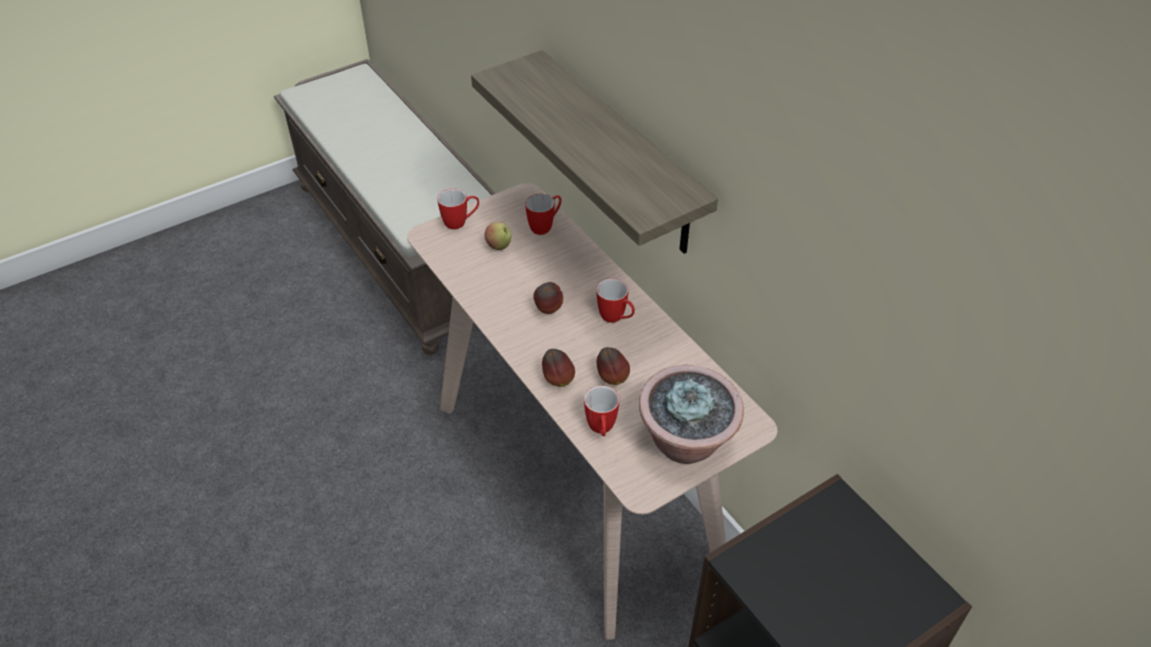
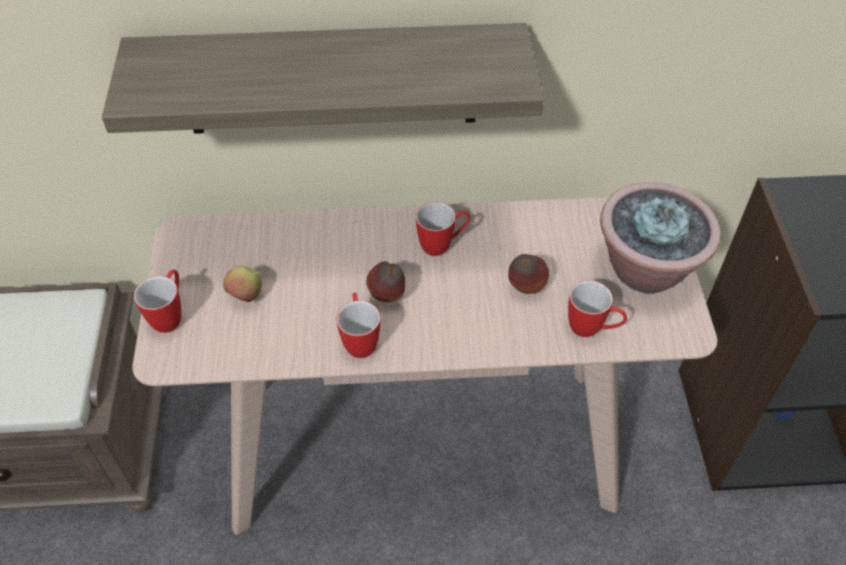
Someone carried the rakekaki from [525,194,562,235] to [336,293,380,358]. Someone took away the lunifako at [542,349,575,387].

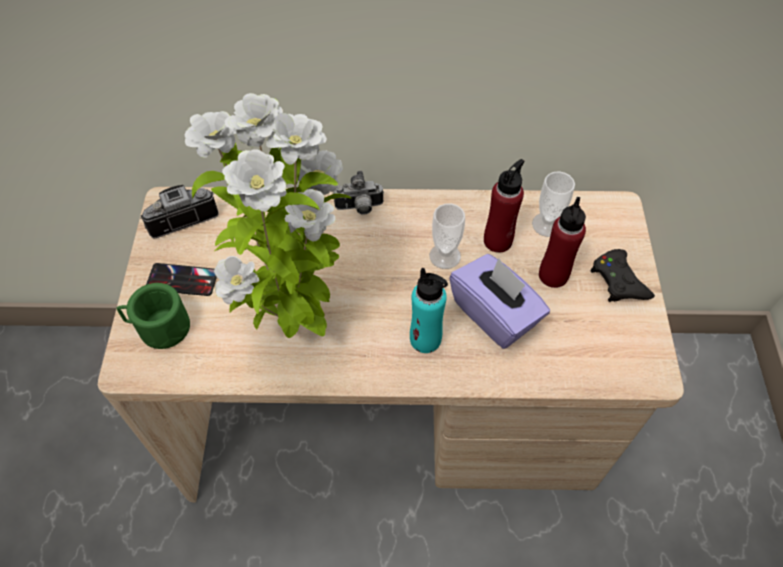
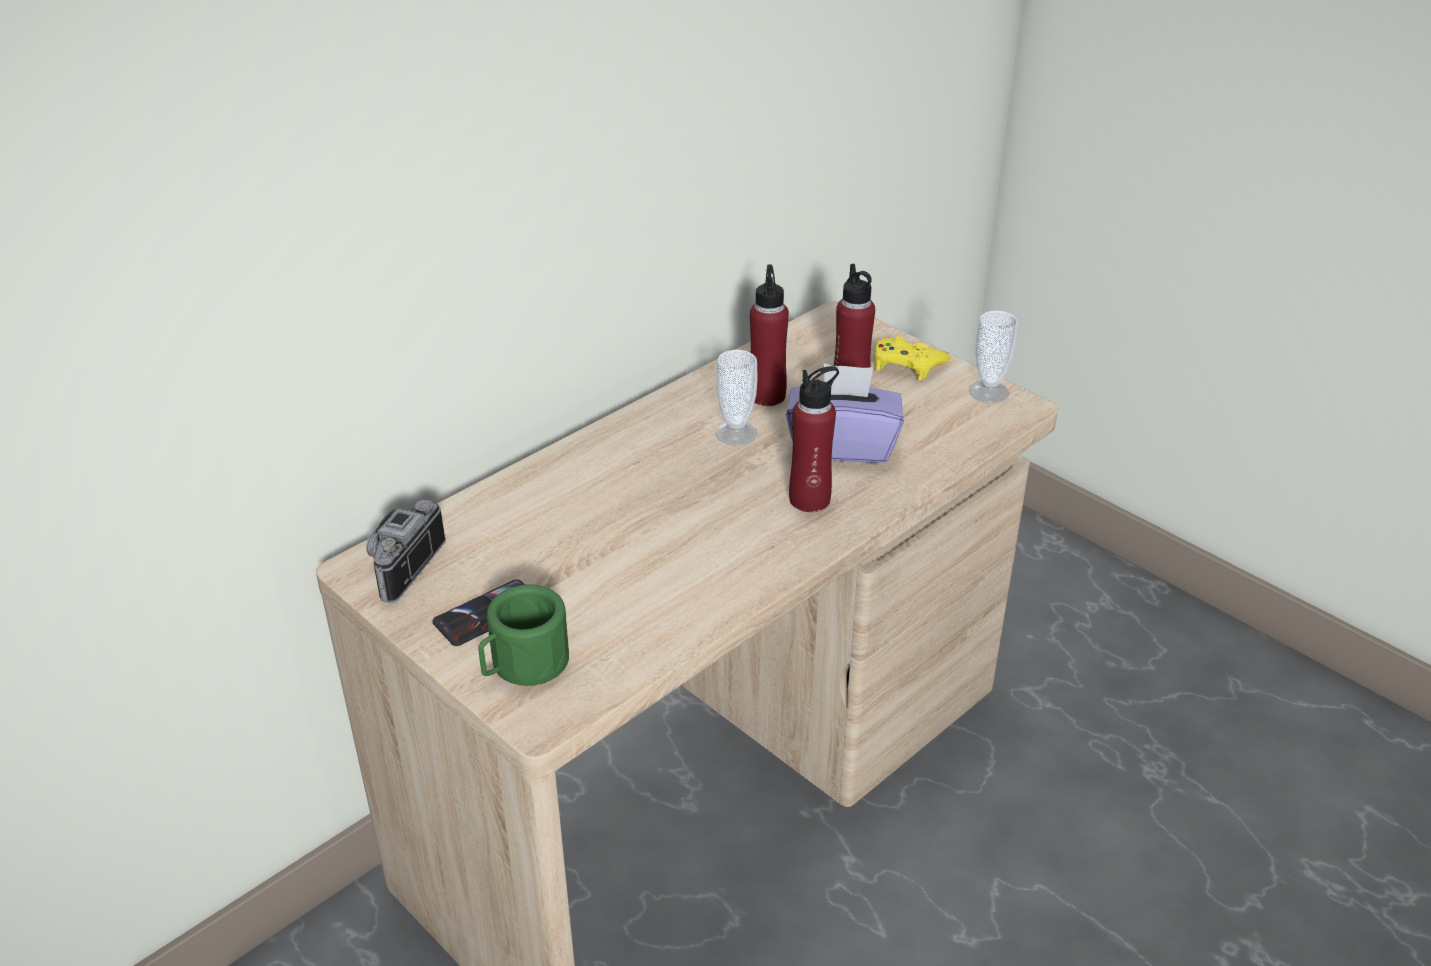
Someone repainted the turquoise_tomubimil at [410,268,448,353], which became the red_tomubimil at [789,366,839,512]. Someone repainted the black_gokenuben at [590,249,655,302], which became the yellow_gokenuben at [874,336,950,381]. Someone carried the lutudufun from [532,171,575,237] to [969,311,1018,403]. Someone took away the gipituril at [185,93,351,338]. Someone took away the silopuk at [333,171,384,215].

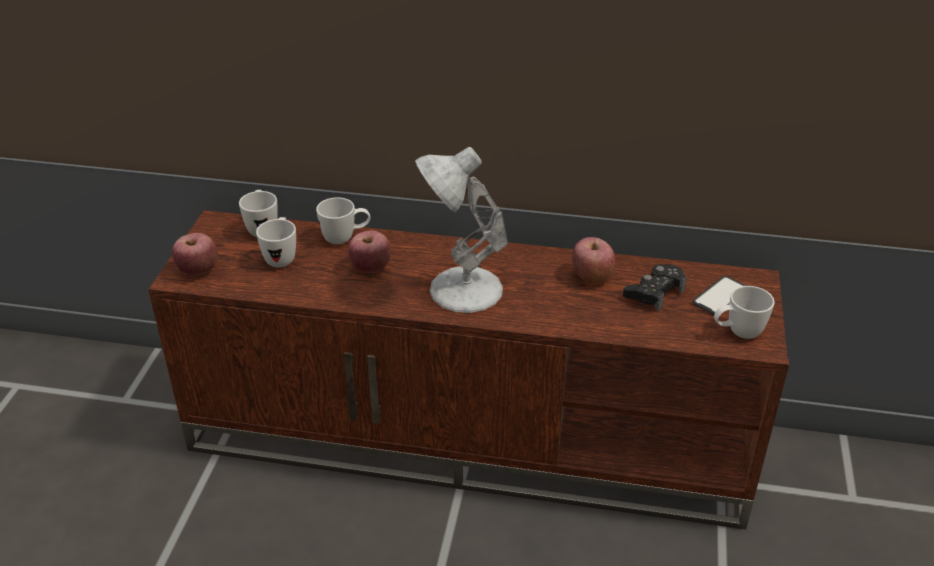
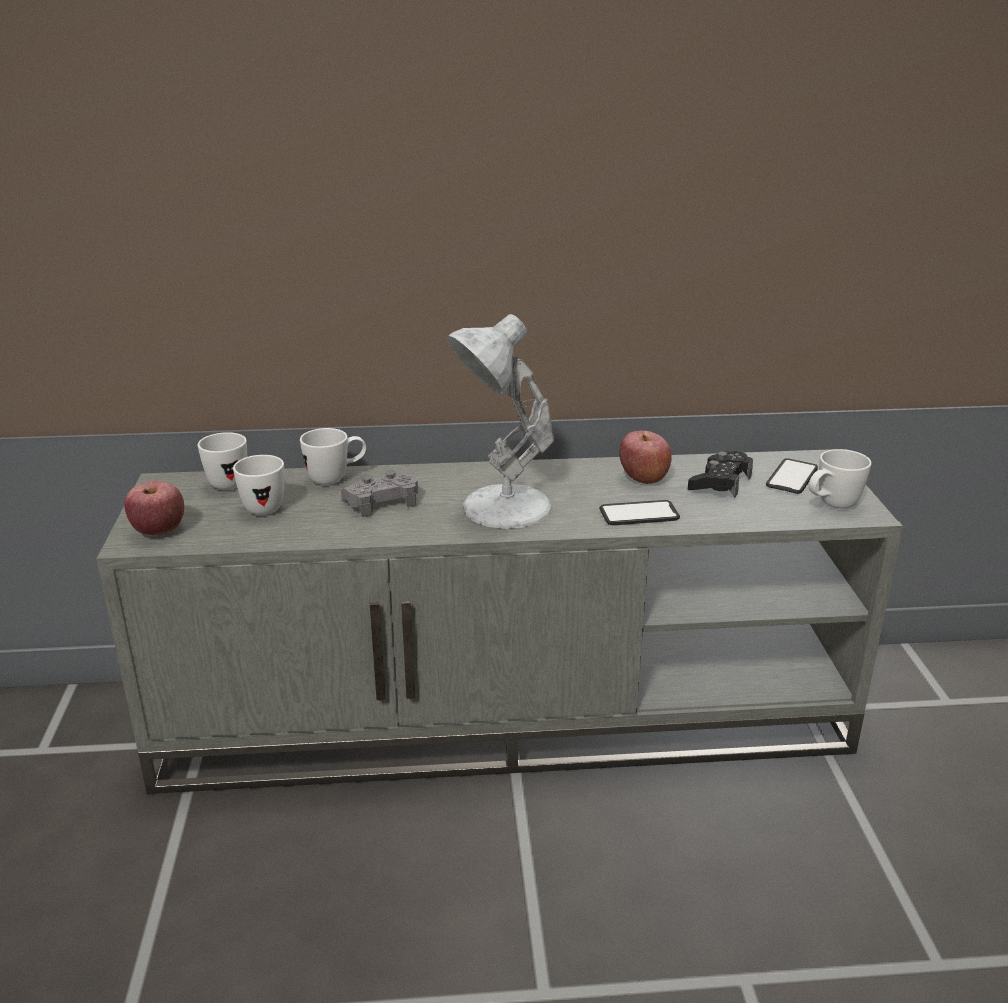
Someone repainted the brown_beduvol at [148,210,789,529], which became the grey_beduvol at [96,449,903,794]. Someone swapped the lunifako at [348,231,391,273] for the grey_gokenuben at [341,471,418,517]. Someone put down the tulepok at [599,500,680,525].

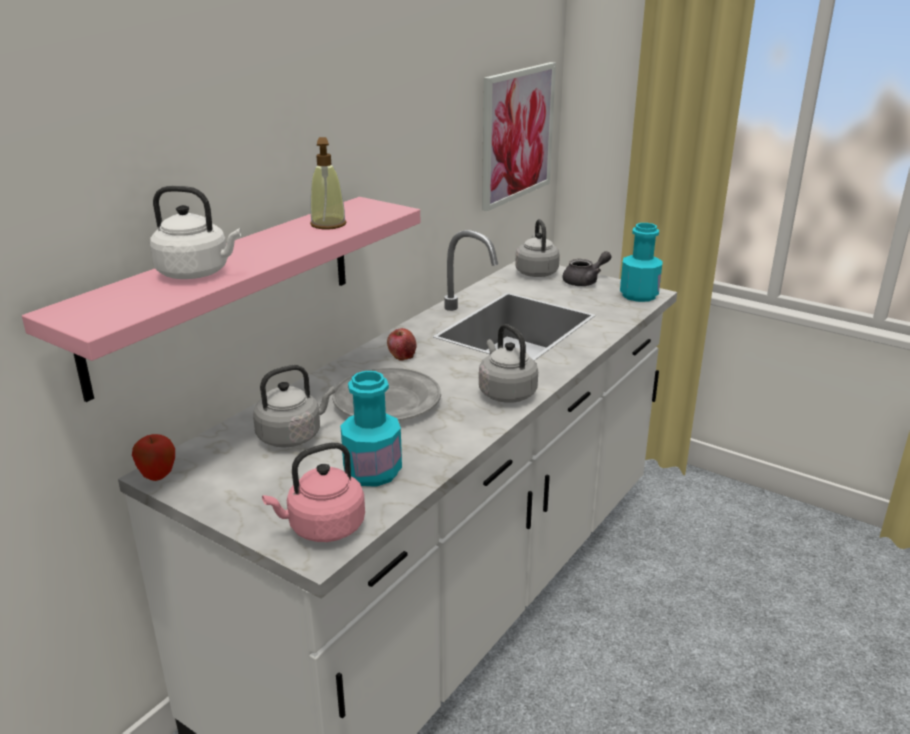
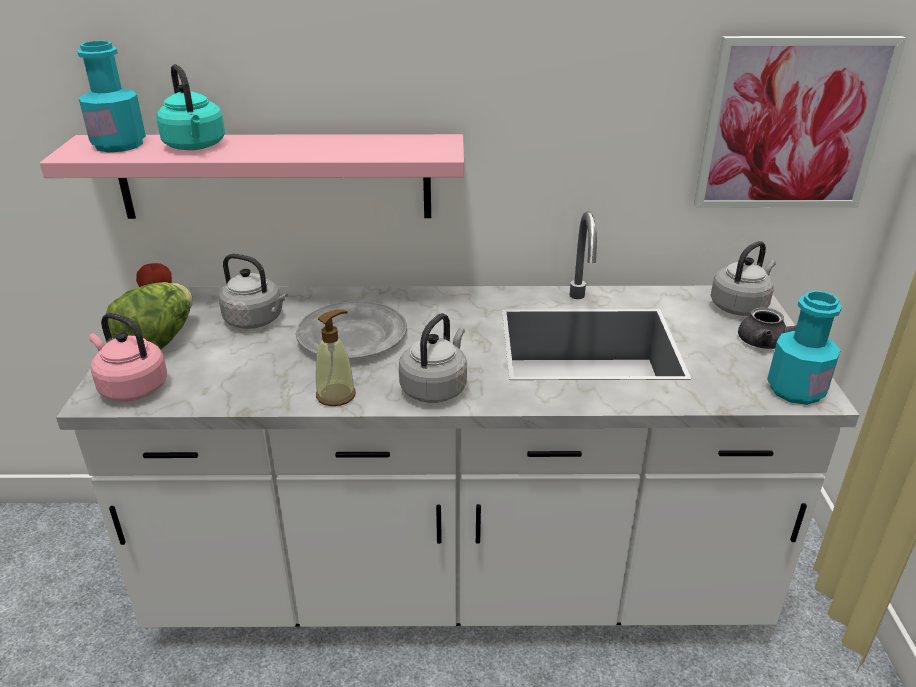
Someone carried the turquoise_tomubimil from [340,371,402,487] to [77,41,146,153]. Someone put down the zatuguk at [106,282,193,350]. Someone repainted the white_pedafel at [150,186,241,279], which became the turquoise_pedafel at [156,64,225,150]. Someone carried the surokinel from [310,137,347,230] to [316,310,356,406]. Someone took away the lunifako at [387,328,416,361].

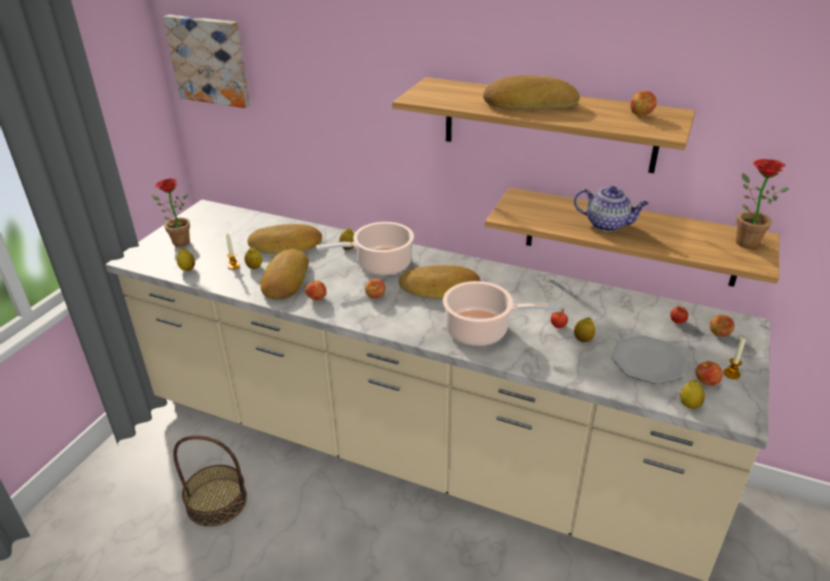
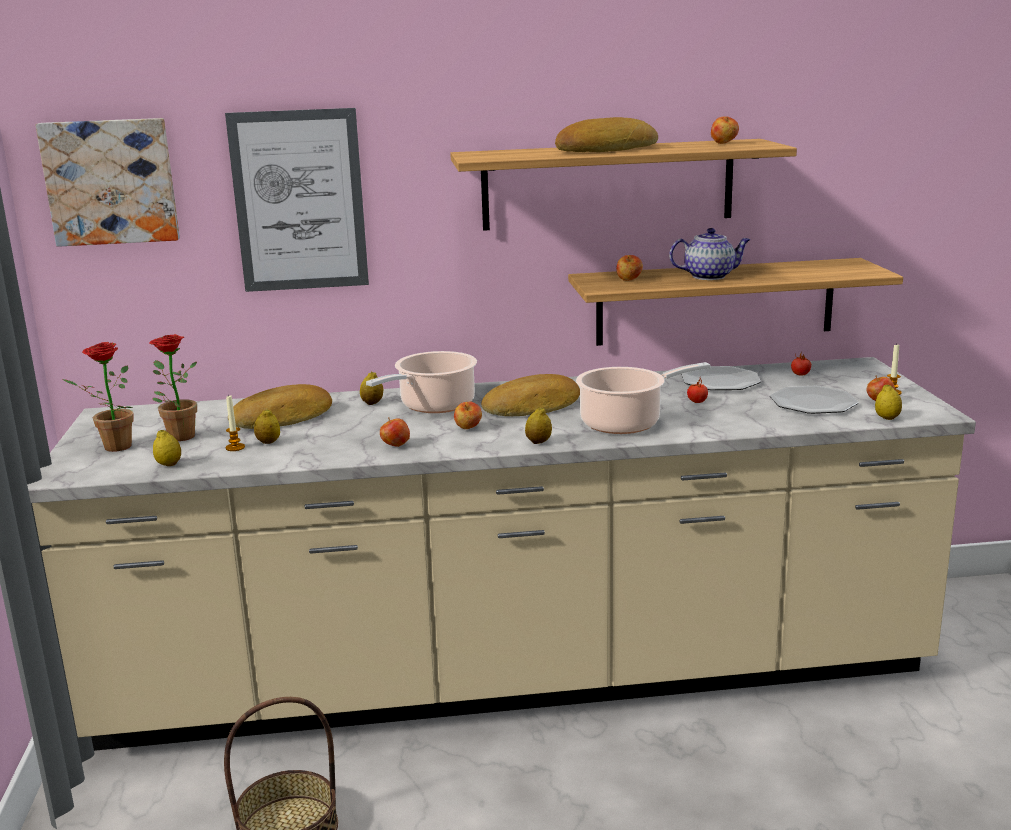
Someone carried the gipituril from [736,159,789,249] to [150,334,197,441]. Someone put up the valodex at [225,108,369,292]. Someone carried the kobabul from [574,317,595,342] to [525,407,552,444]. Someone carried the lunifako from [710,315,734,336] to [616,255,643,281]. Someone put down the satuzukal at [681,366,761,390]. Someone took away the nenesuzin at [260,249,309,300].

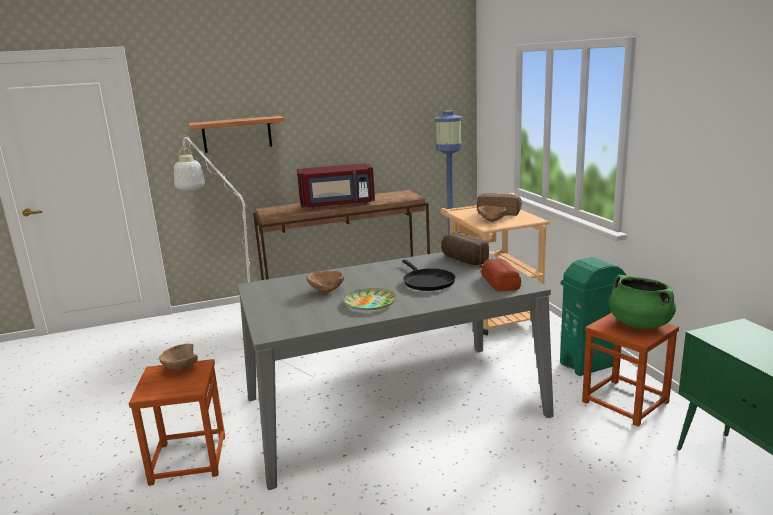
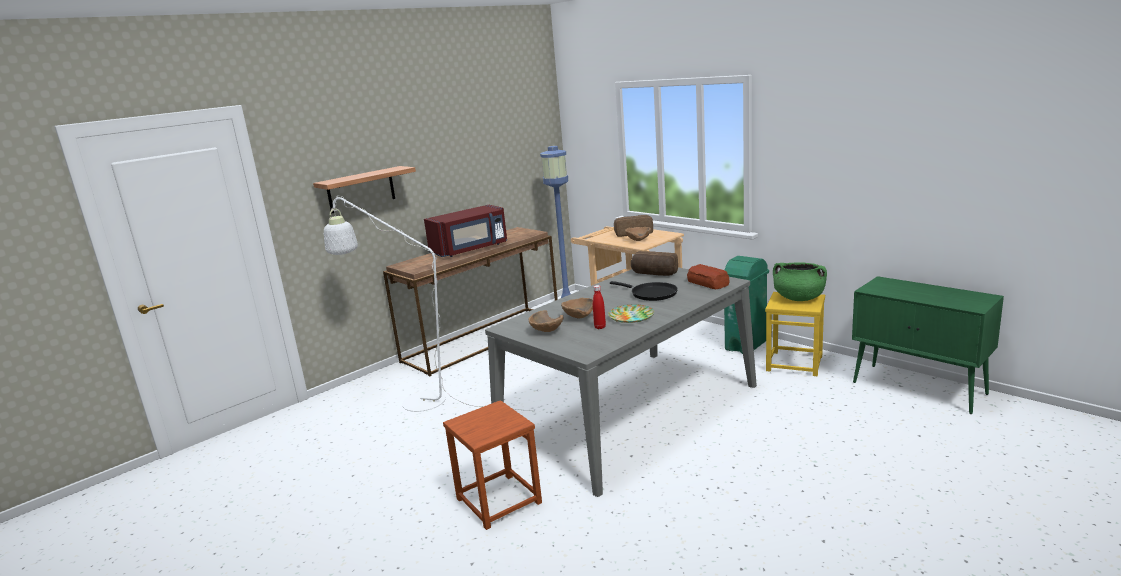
Someone carried the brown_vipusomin from [159,344,198,371] to [528,310,563,332]. Someone put down the red_tomubimil at [593,285,606,329]. Someone repainted the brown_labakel at [582,313,679,427], which became the yellow_labakel at [765,292,825,376].

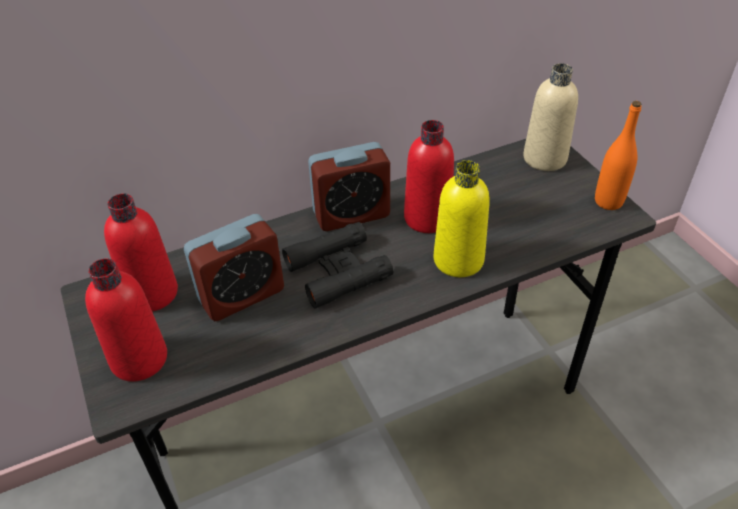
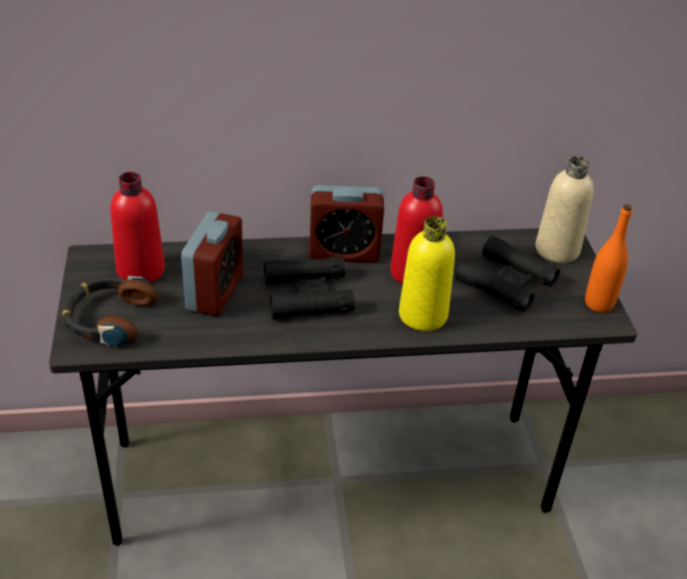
Someone swapped the red_tomubimil at [85,258,167,382] for the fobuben at [62,275,158,347]. Someone rotated the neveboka at [184,214,284,321] by 60 degrees counterclockwise. Someone put down the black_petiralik at [455,236,560,312].

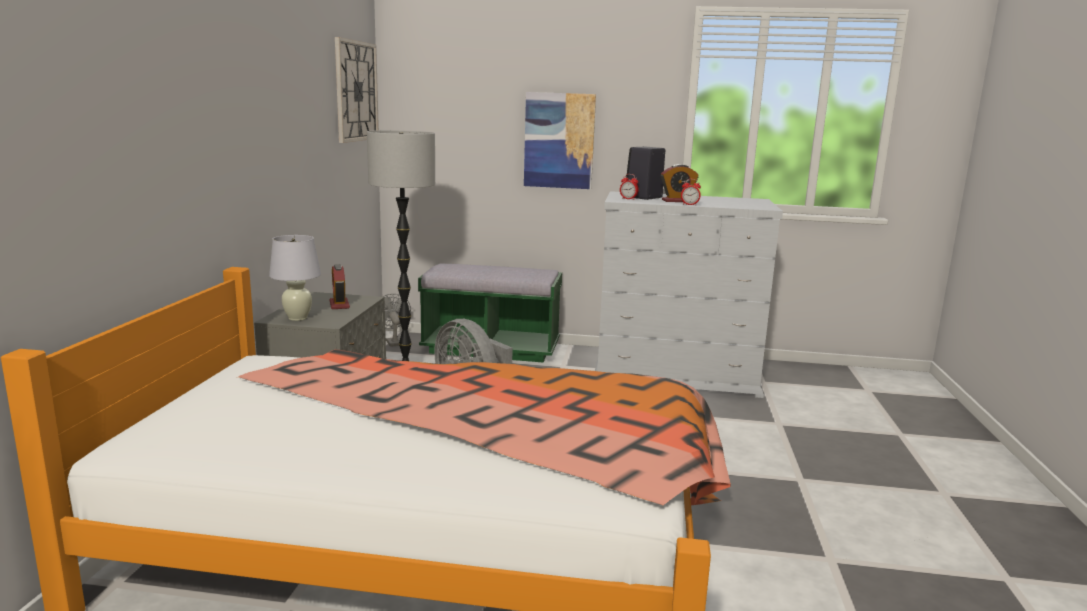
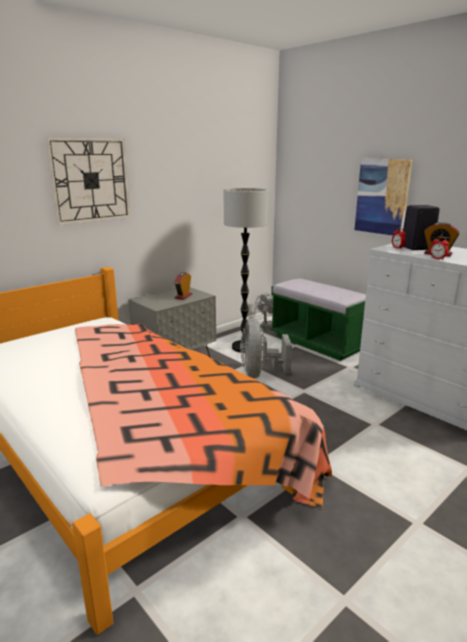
Someone carried the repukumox from [335,37,379,143] to [45,137,131,225]. Someone took away the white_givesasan at [269,235,321,321].

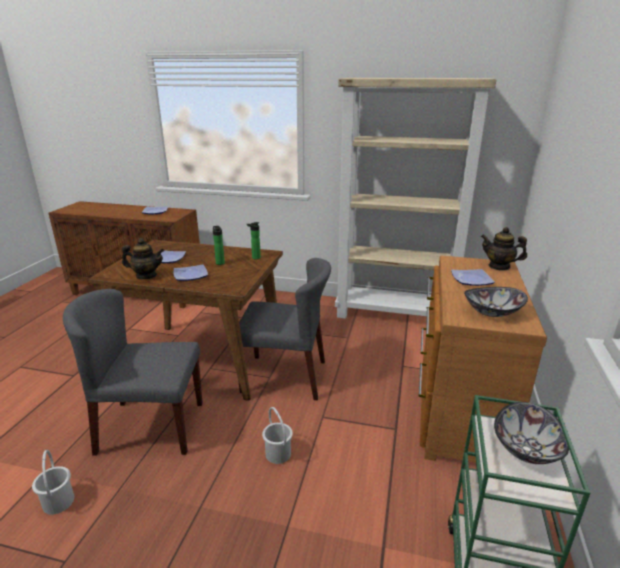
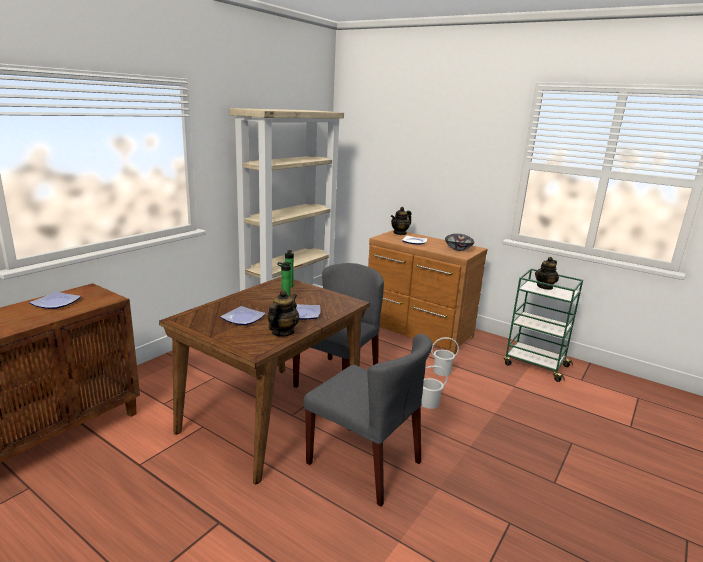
Someone rotated the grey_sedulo at [63,289,203,456] by 75 degrees counterclockwise. Someone carried the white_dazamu from [32,450,74,515] to [431,337,459,376]. Someone swapped the vipusomin at [494,402,569,464] for the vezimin at [535,257,559,290].

